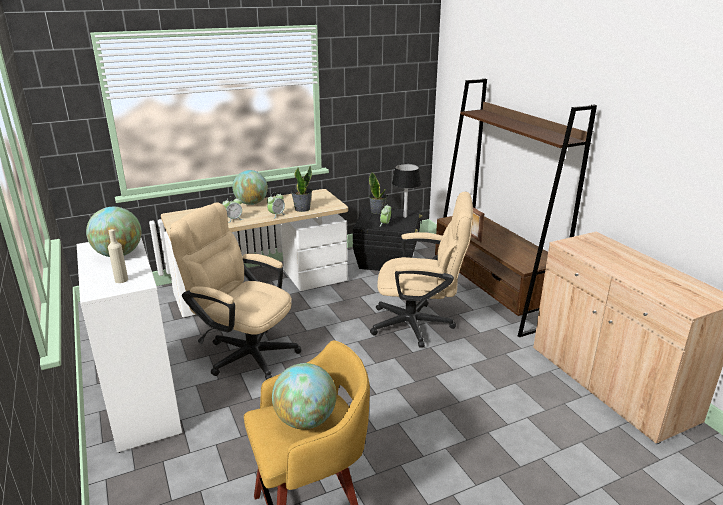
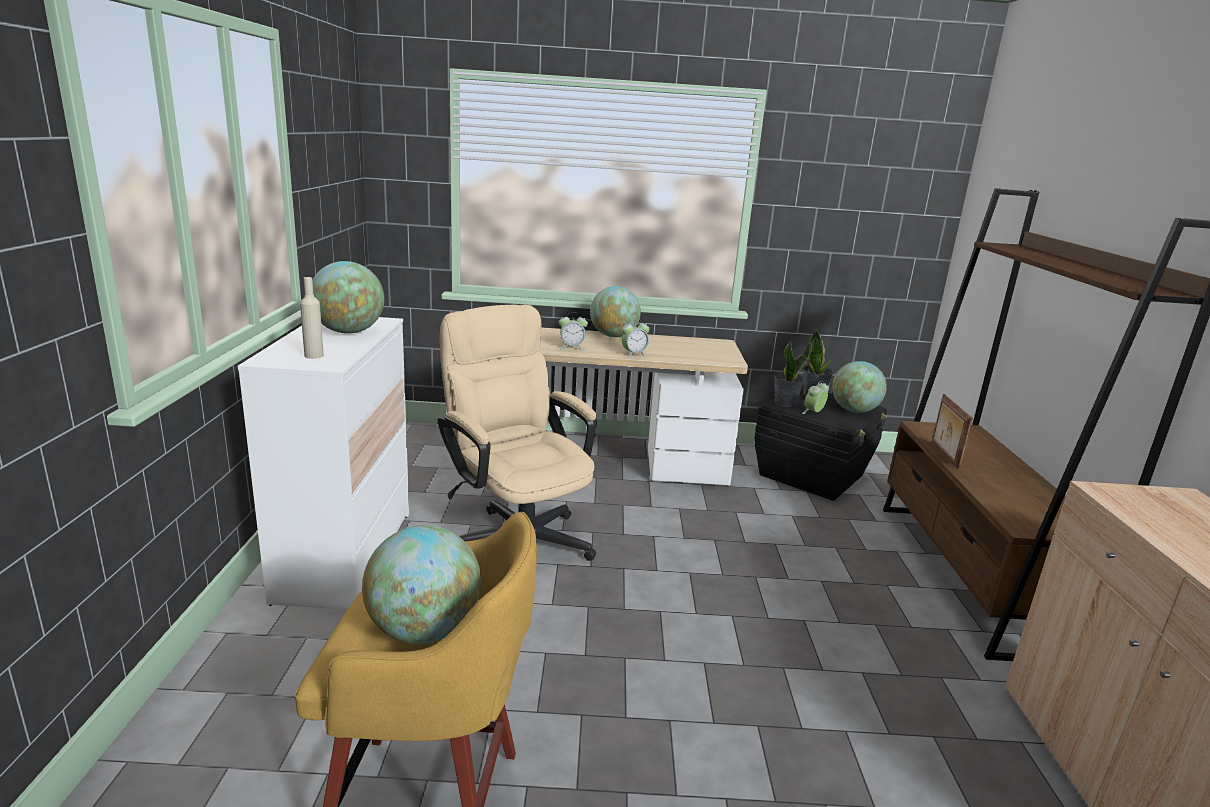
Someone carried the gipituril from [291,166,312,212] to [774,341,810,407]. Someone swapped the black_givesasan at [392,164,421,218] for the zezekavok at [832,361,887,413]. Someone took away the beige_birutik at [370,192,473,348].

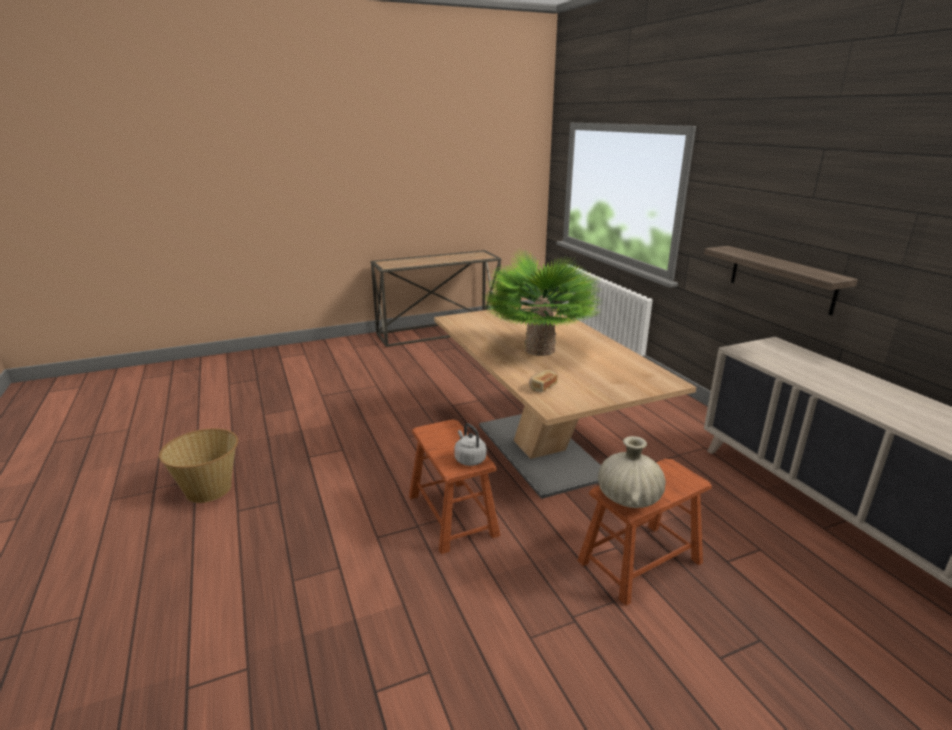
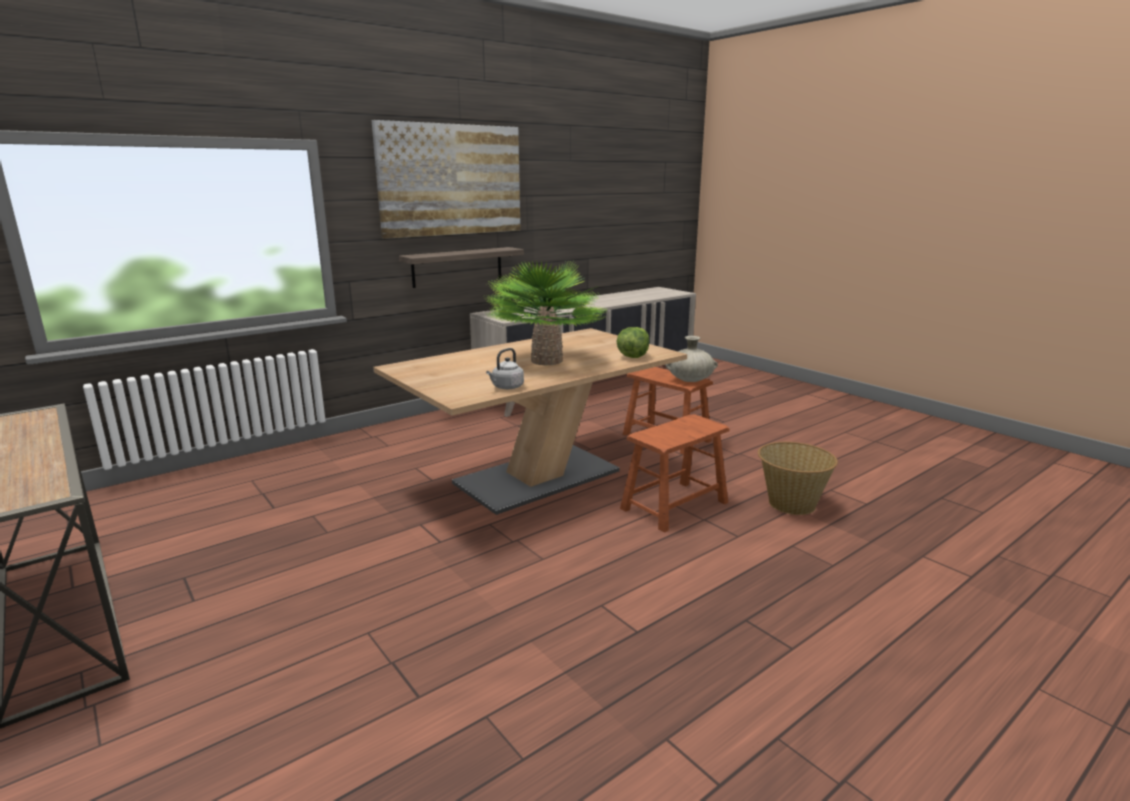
Someone put up the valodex at [371,120,520,239]. Someone carried the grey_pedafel from [454,423,486,466] to [486,348,524,389]. Someone swapped the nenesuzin at [529,370,558,392] for the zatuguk at [616,327,649,358]. Someone carried the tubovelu from [159,428,238,503] to [758,442,838,515].

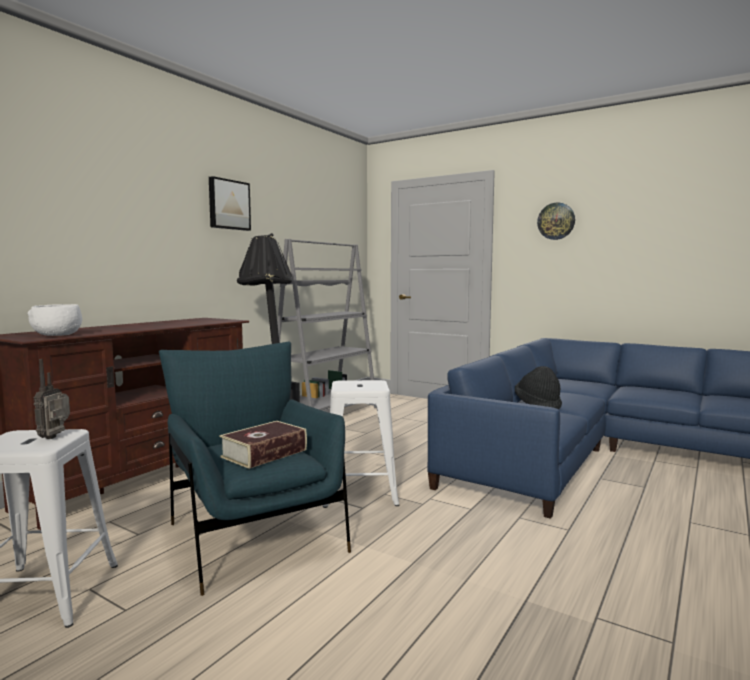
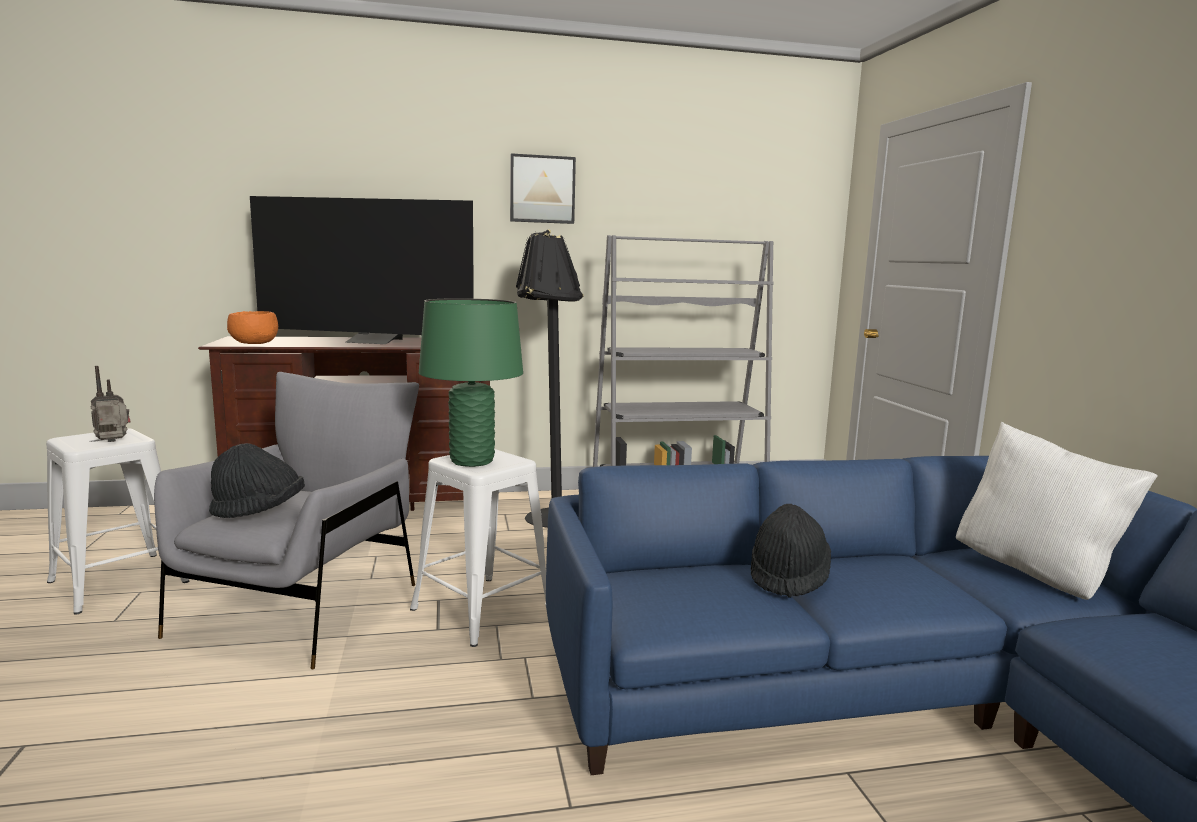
Someone repainted the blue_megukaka at [159,342,351,596], which became the grey_megukaka at [154,372,419,670]. Someone swapped the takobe at [220,421,307,469] for the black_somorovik at [209,443,305,518]. Someone repainted the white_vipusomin at [28,304,82,336], which became the orange_vipusomin at [227,311,278,344]. Someone put down the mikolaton at [250,196,474,344]. Someone put down the green_givesasan at [419,298,523,467]. Someone put down the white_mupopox at [956,422,1158,600]. Someone took away the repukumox at [537,202,575,240].

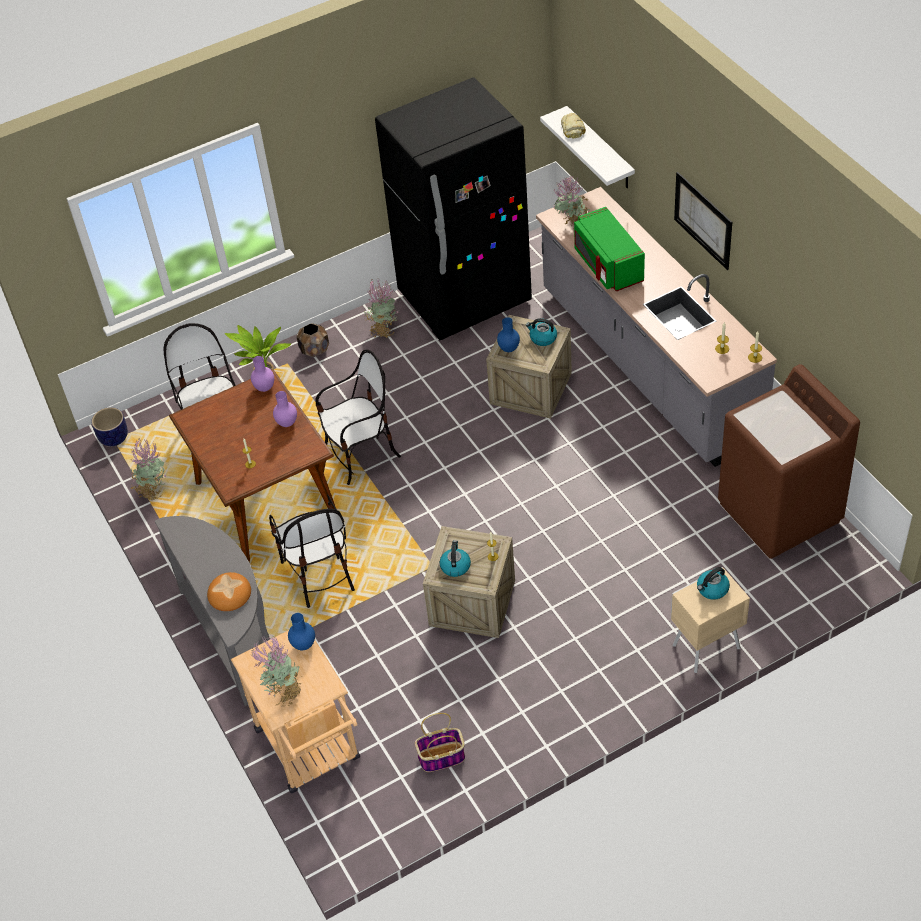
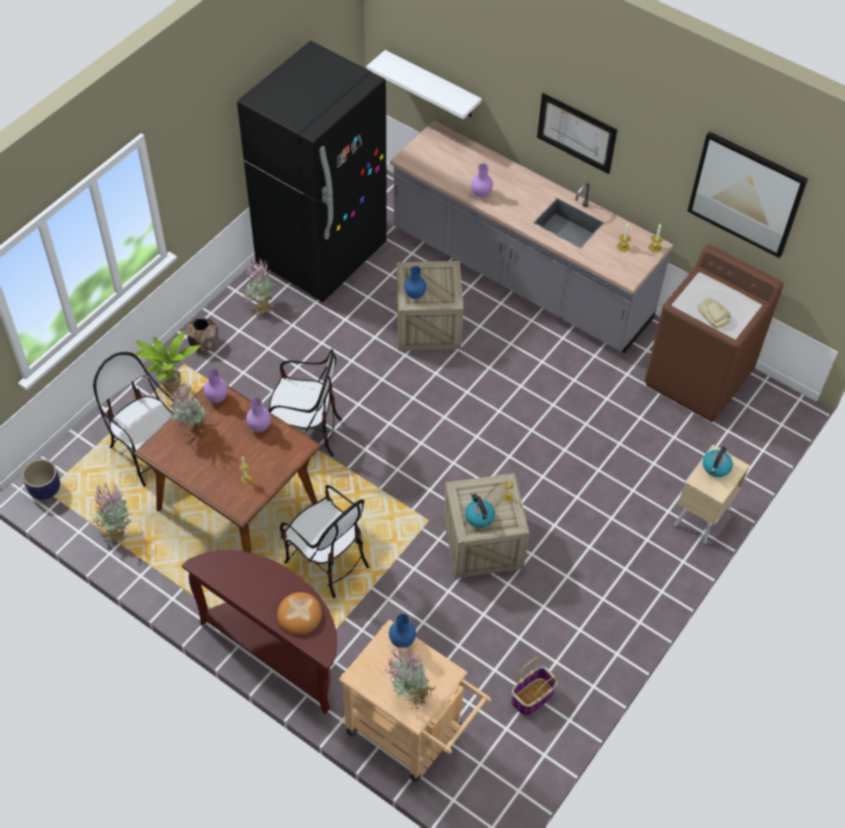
Someone carried the gipituril from [553,175,590,229] to [168,383,209,432]. Someone repainted the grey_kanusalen at [155,516,270,706], which became the brown_kanusalen at [182,550,337,714]. Someone rotated the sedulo at [315,349,401,485] by 60 degrees clockwise. Someone swapped the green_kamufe at [574,207,645,291] for the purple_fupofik at [471,163,493,197]. Someone put up the valodex at [687,131,808,258]. Someone carried the nenesuzin from [561,113,586,138] to [698,299,730,328]. Someone took away the pedafel at [526,318,557,346].

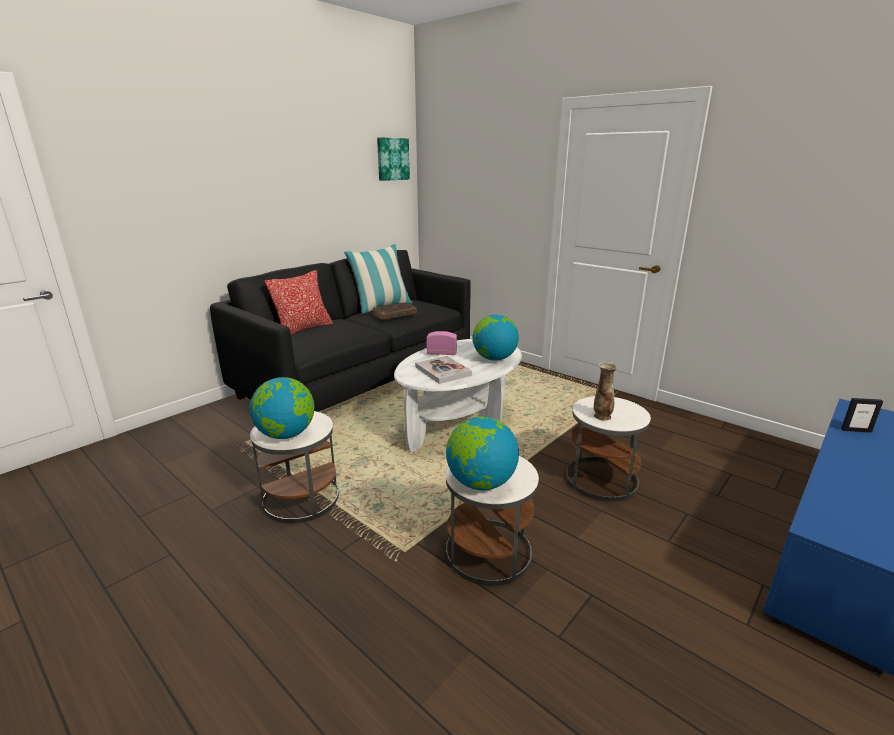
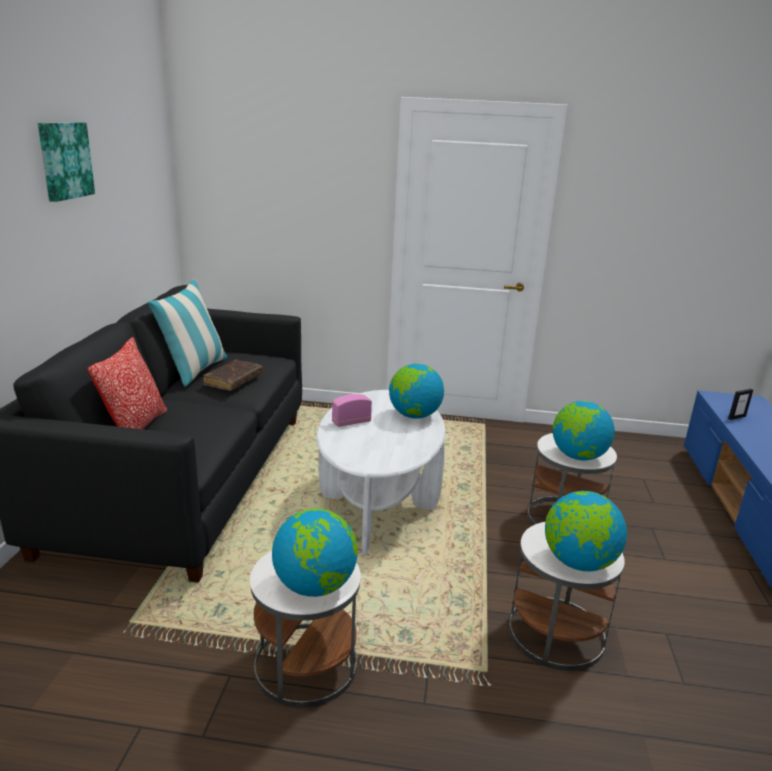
Someone carried the valodex from [377,137,410,181] to [38,122,95,202]. Someone swapped the fupofik at [594,362,618,420] for the zezekavok at [553,401,615,460]. Someone took away the takobe at [415,356,472,384].

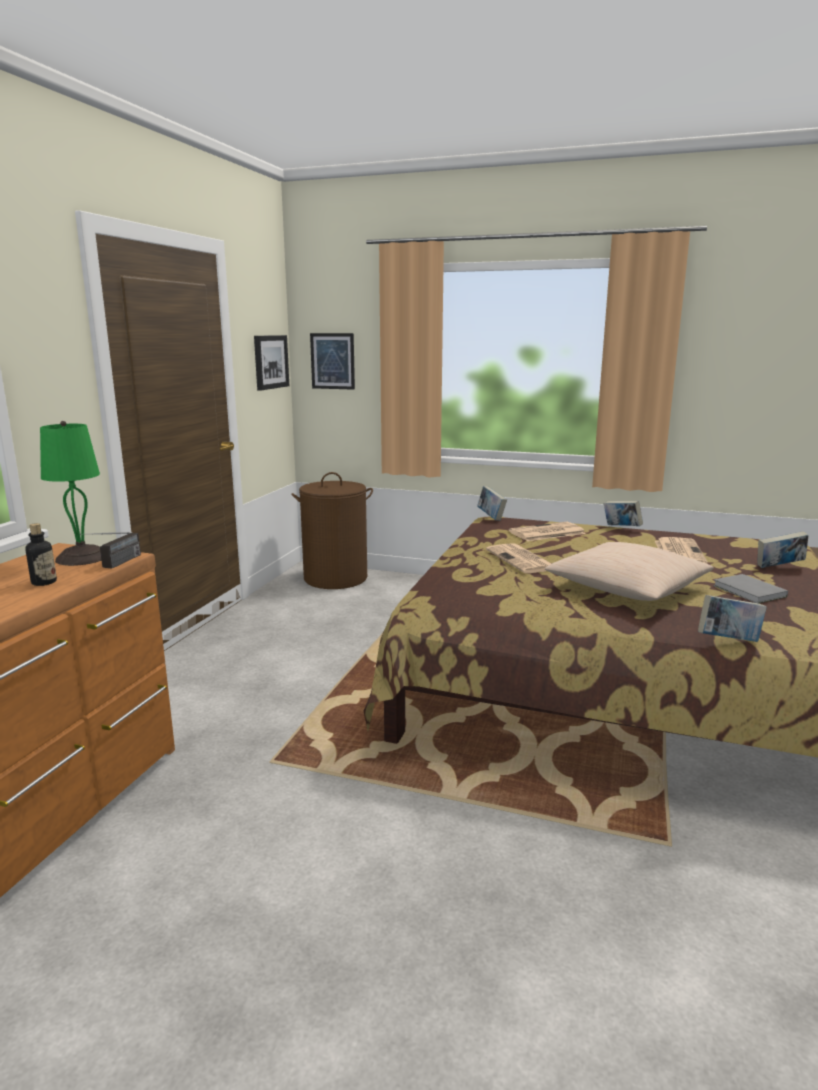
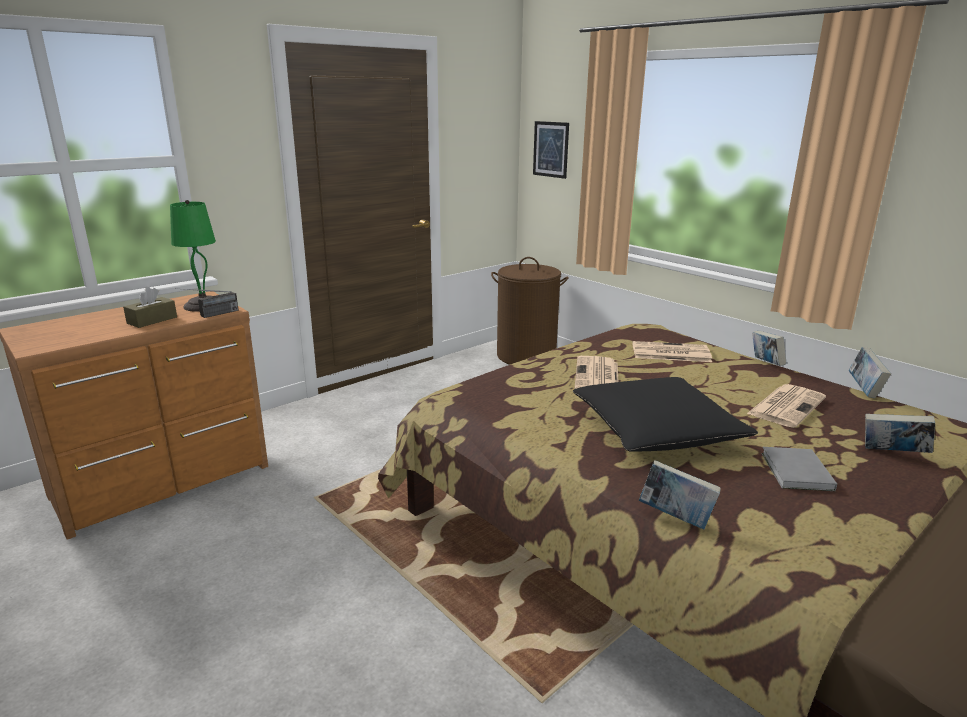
Someone swapped the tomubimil at [25,523,57,586] for the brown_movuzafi at [123,287,177,328]. Someone repainted the beige_mupopox at [545,542,714,601], which became the black_mupopox at [573,377,758,452]. Someone carried the takobe from [477,486,507,521] to [848,347,891,398]. Someone took away the valodex at [254,335,289,391].

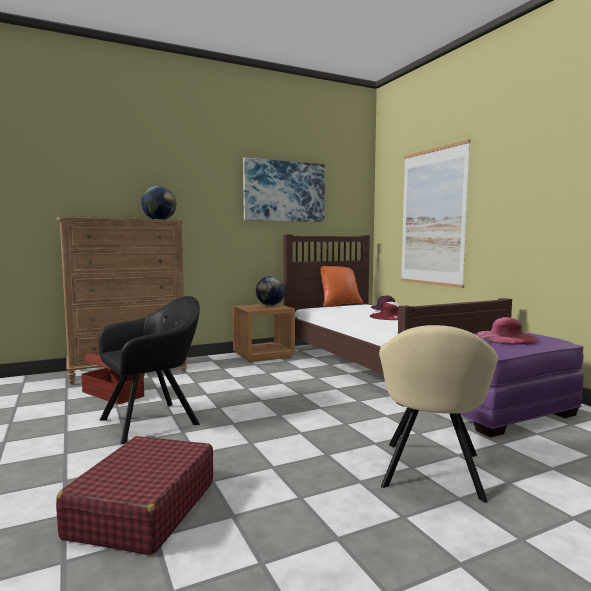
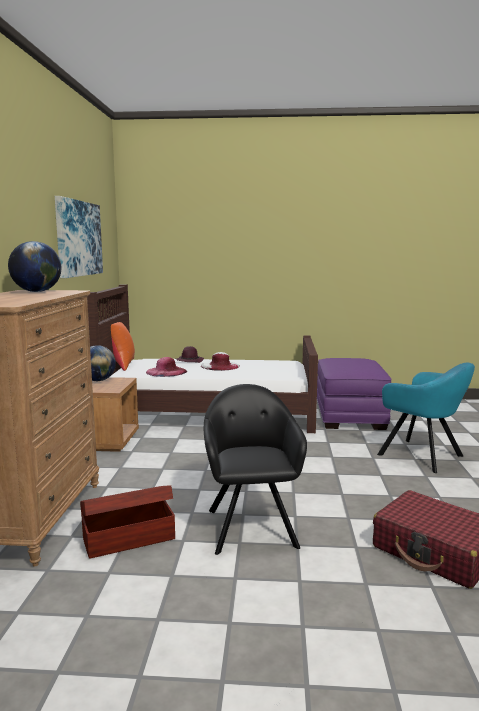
Someone carried the pink_somorovik from [476,317,540,345] to [146,357,187,377]. Someone repainted the beige_megukaka at [379,325,498,502], which became the turquoise_megukaka at [377,363,475,473]. Someone took away the valodex at [401,139,470,288].

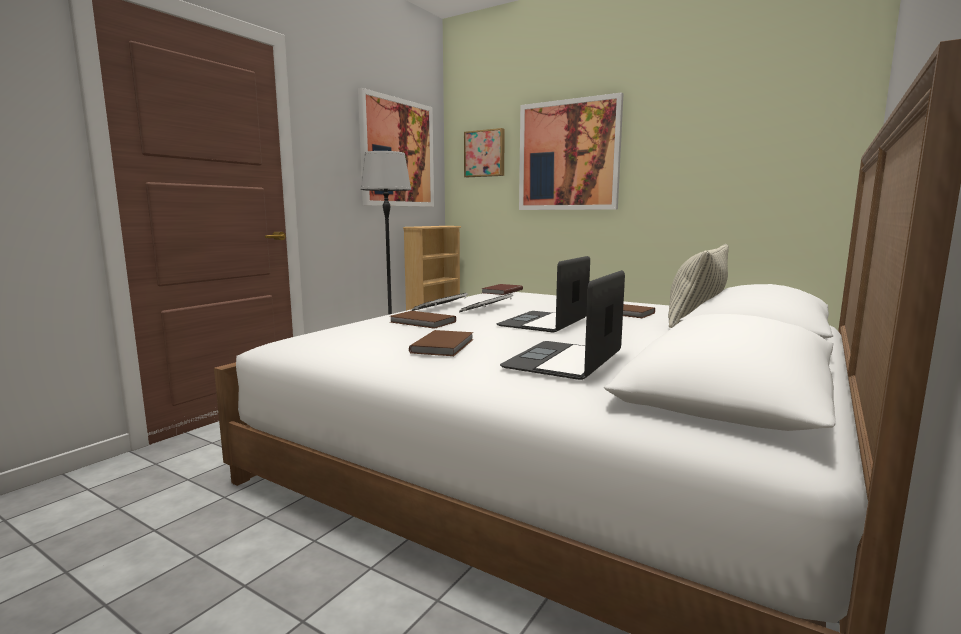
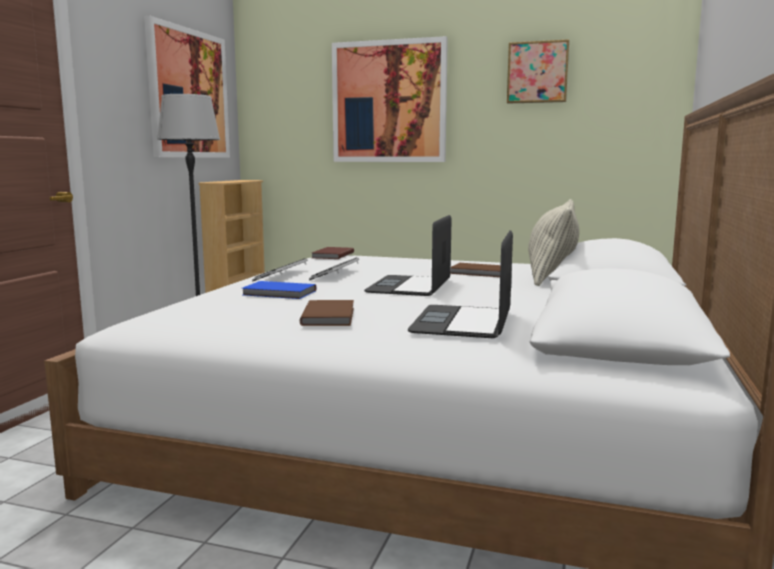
Someone repainted the brown_takobe at [390,311,456,329], which became the blue_takobe at [243,281,316,299]. Someone carried the valodex from [464,128,505,177] to [507,39,569,103].

